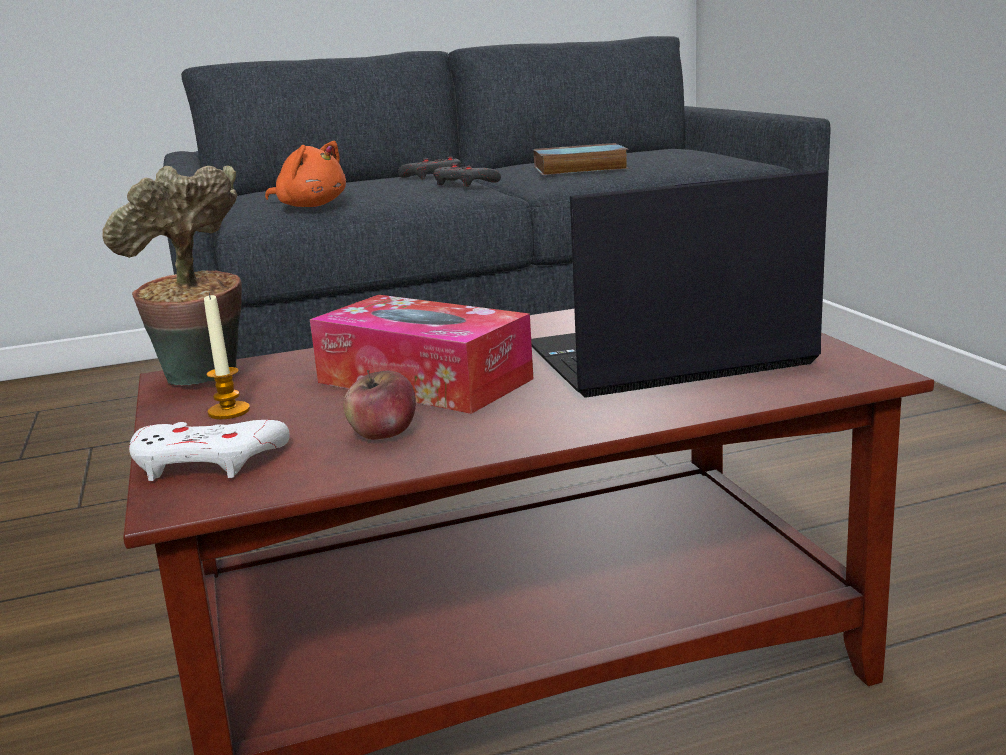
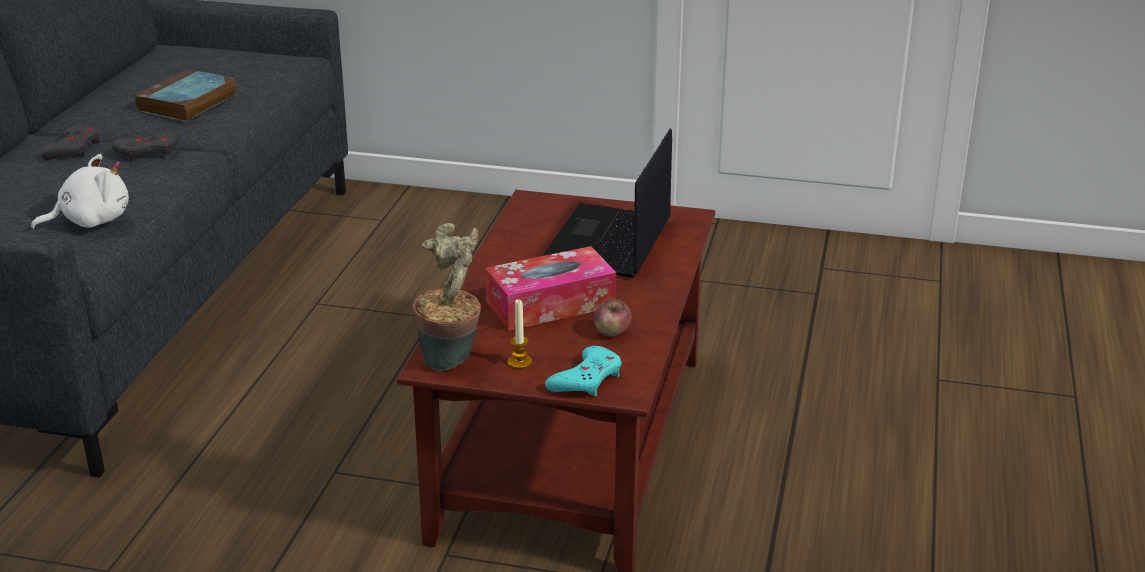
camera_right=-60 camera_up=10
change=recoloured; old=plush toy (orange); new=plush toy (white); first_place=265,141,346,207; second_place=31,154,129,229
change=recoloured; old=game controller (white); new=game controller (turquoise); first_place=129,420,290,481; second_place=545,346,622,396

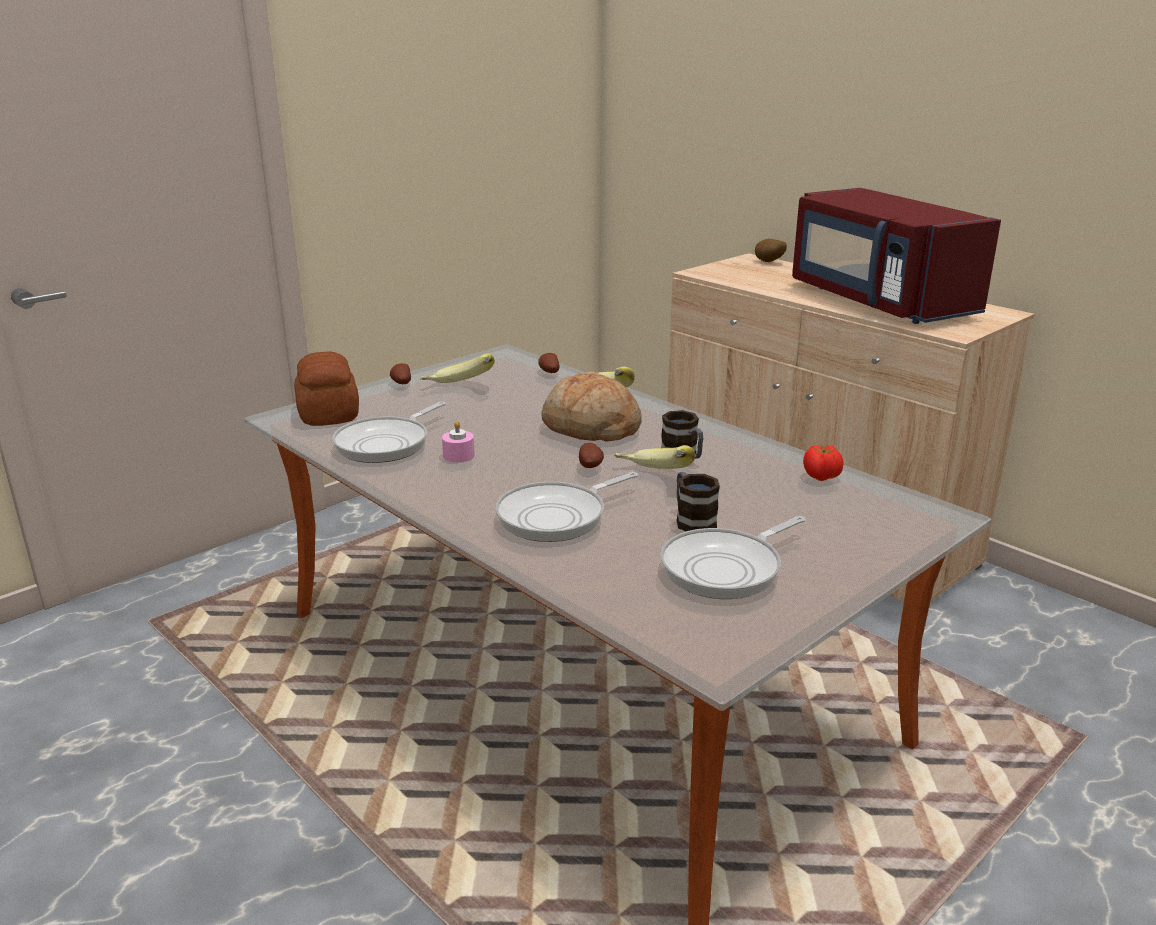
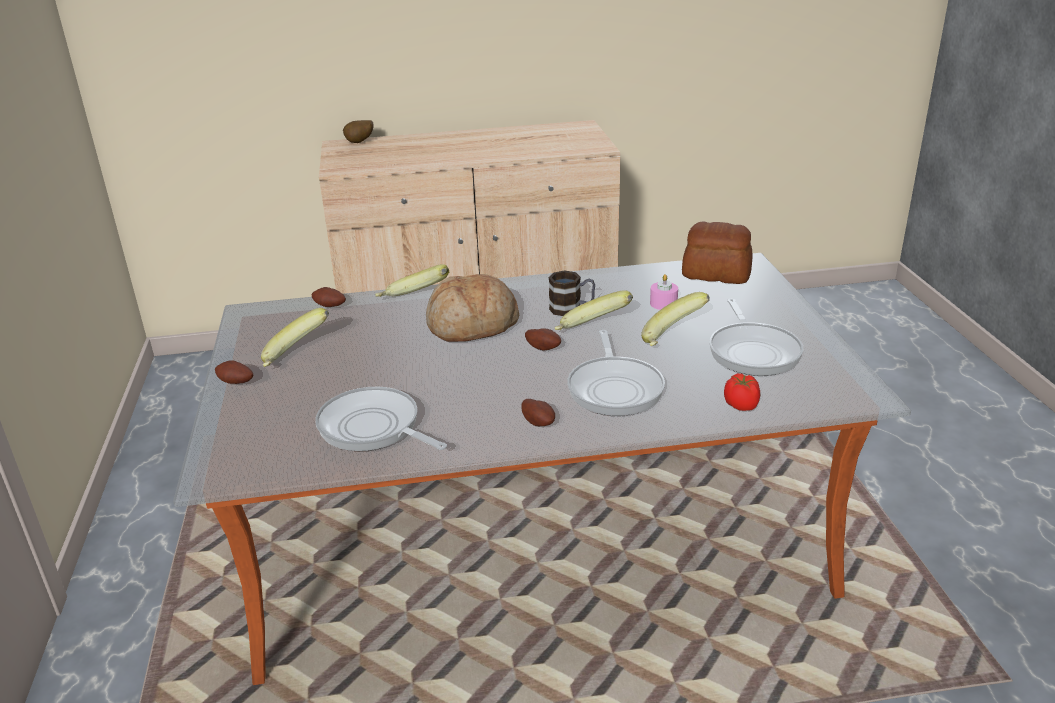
camera_right=-55 camera_up=5
change=removed; old=microwave (red); first_place=792,188,1001,324
change=moved; old=bread; first_place=294,351,359,426; second_place=682,221,753,284
change=turned; old=frying pan; first_place=332,401,446,463; second_place=315,387,447,451; degrees=150
change=moved; old=candle (pink); first_place=442,421,475,462; second_place=650,274,678,310
change=moved; old=tomato; first_place=803,444,844,481; second_place=724,373,760,411
change=replaced; old=mug; new=banana; first_place=677,472,720,531; second_place=641,292,710,346
change=added; new=potato; second_place=521,399,555,426

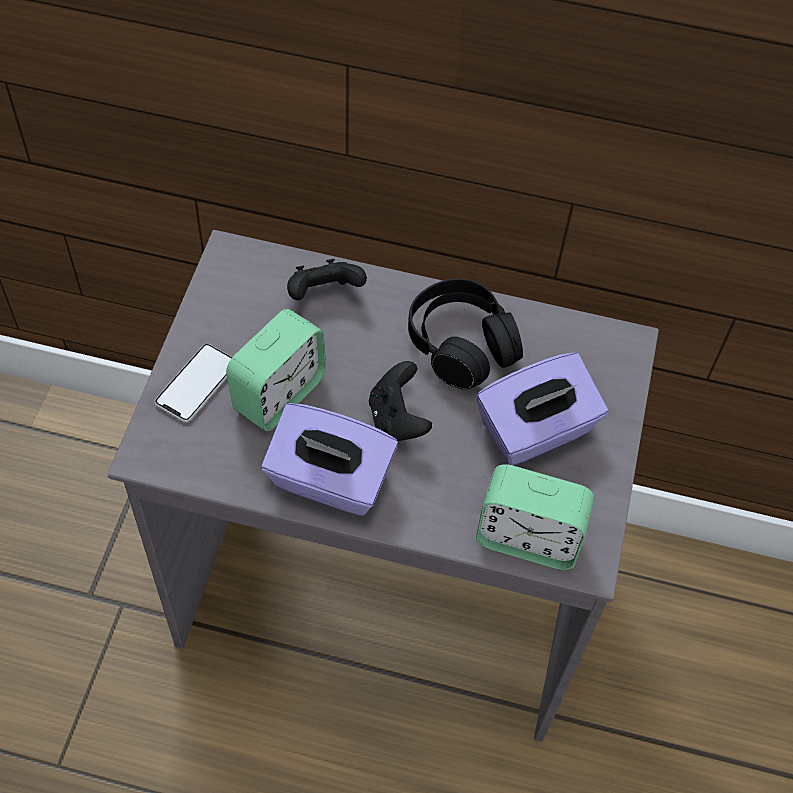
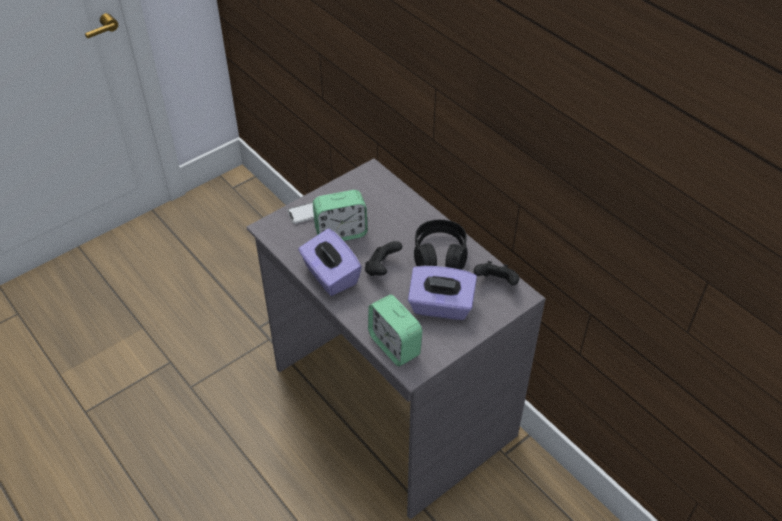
camera_right=40 camera_up=-10
change=moved; old=game controller (black); first_place=287,259,367,300; second_place=474,261,519,285

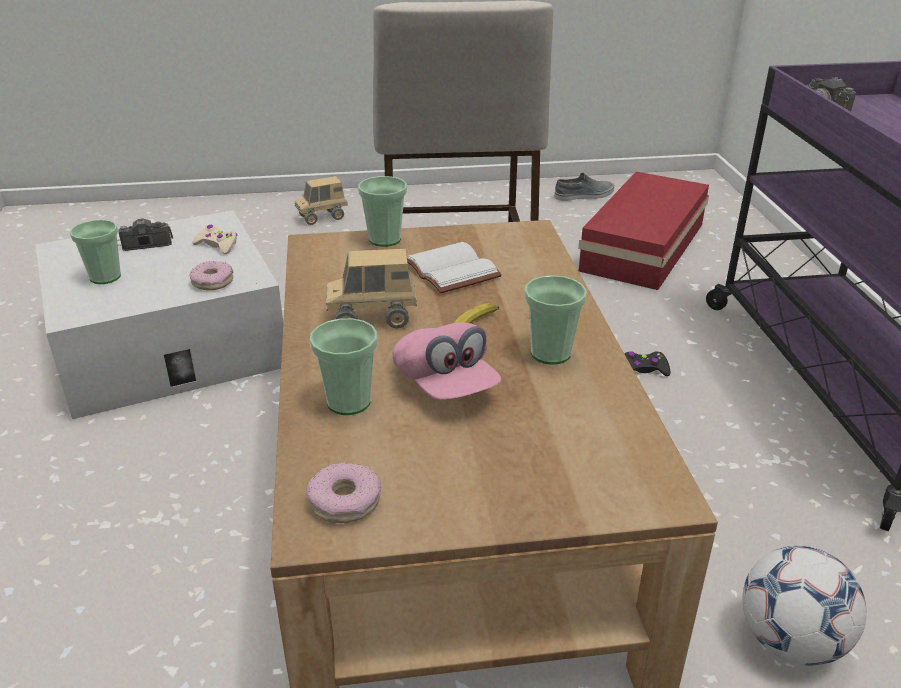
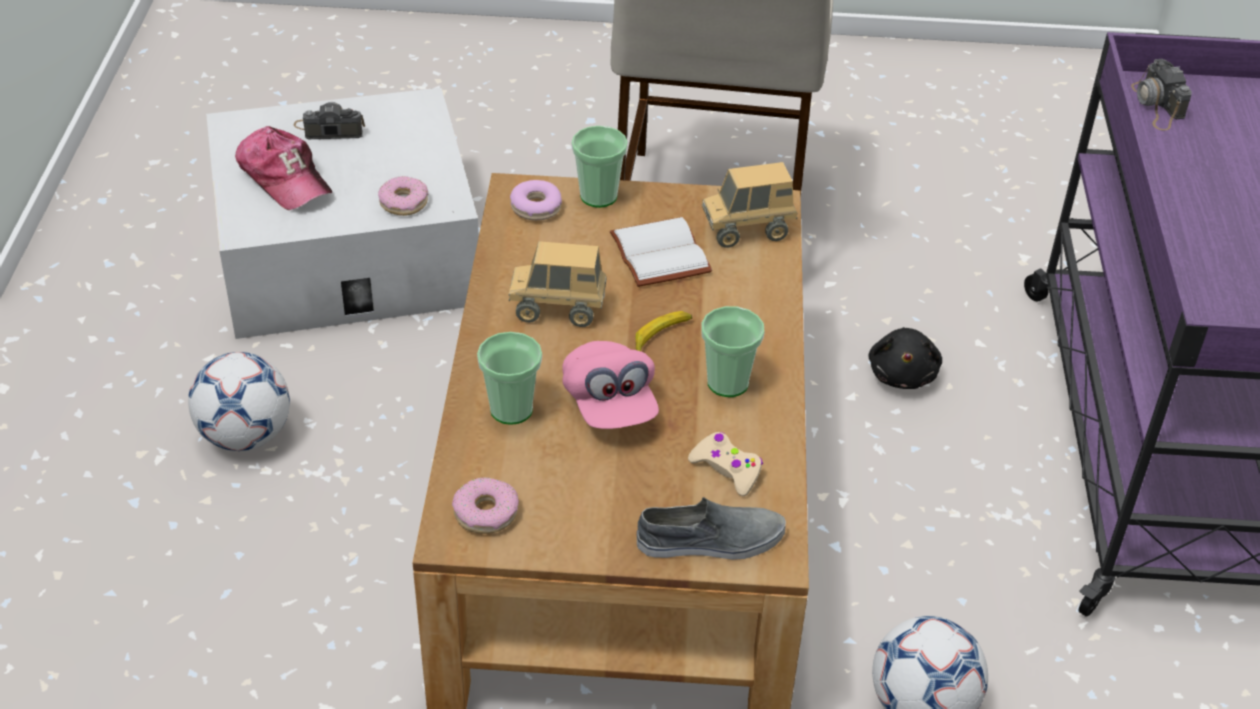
camera_right=10 camera_up=10
change=removed; old=storage box (red); first_place=578,172,709,290
change=moved; old=shoe (grey); first_place=555,173,614,201; second_place=637,497,786,560
change=moved; old=toy truck; first_place=295,176,348,225; second_place=702,162,797,248
change=replaced; old=cup; new=cap; first_place=70,220,121,284; second_place=235,126,332,210
change=moved; old=game controller (beige); first_place=192,225,238,254; second_place=688,432,763,496
change=replaced; old=game controller (black); new=plush toy (black); first_place=625,352,671,376; second_place=868,327,942,389
change=added; new=donut; second_place=510,180,562,221
change=added; new=football; second_place=188,352,290,451

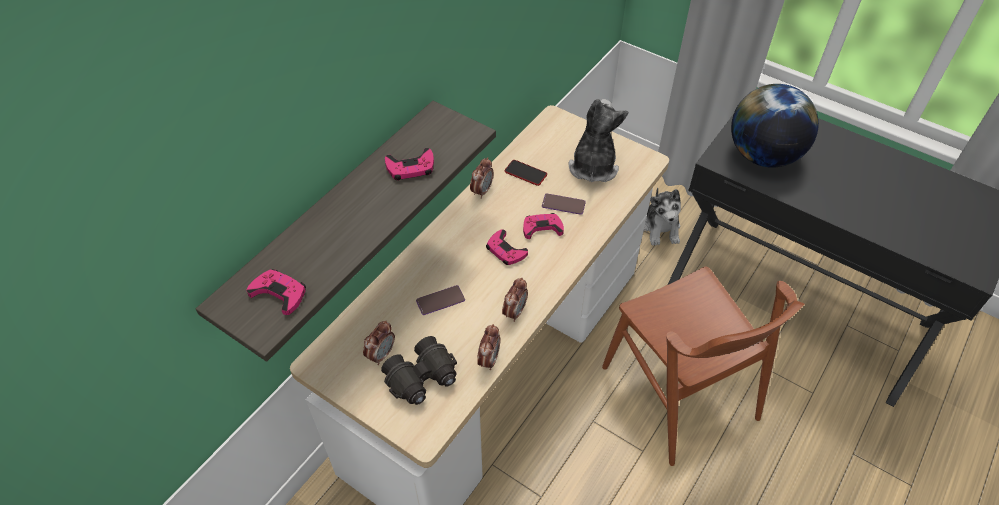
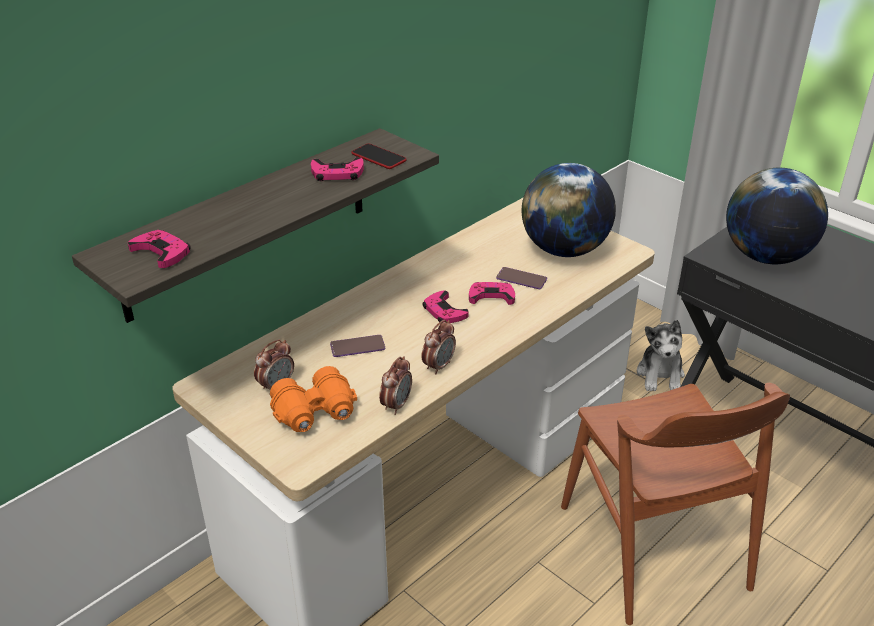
camera_right=10 camera_up=-15
change=replaced; old=plush toy; new=globe; first_place=569,99,629,182; second_place=522,163,616,257
change=removed; old=alarm clock; first_place=470,157,494,199
change=moved; old=phone; first_place=504,160,547,186; second_place=351,143,407,169
change=recoloured; old=binoculars (black); new=binoculars (orange); first_place=381,336,457,405; second_place=270,366,357,432

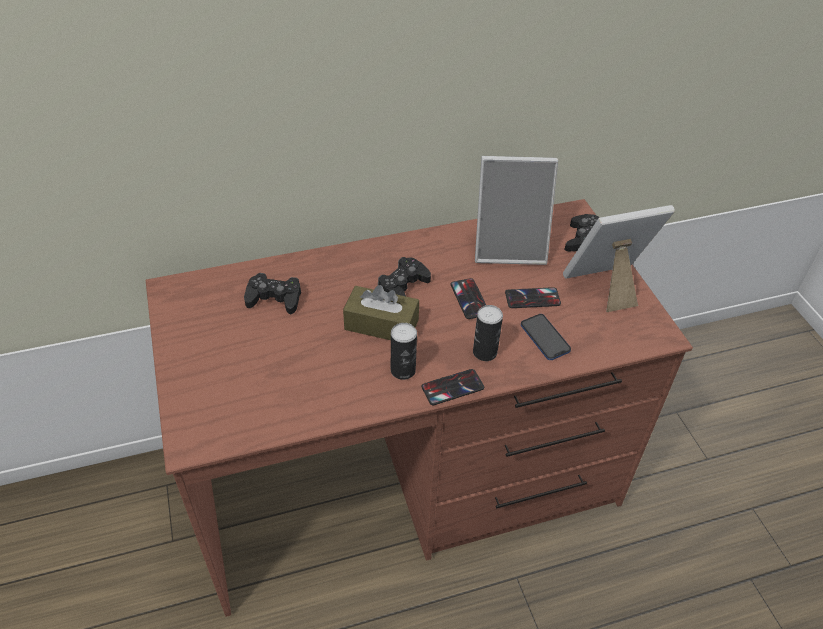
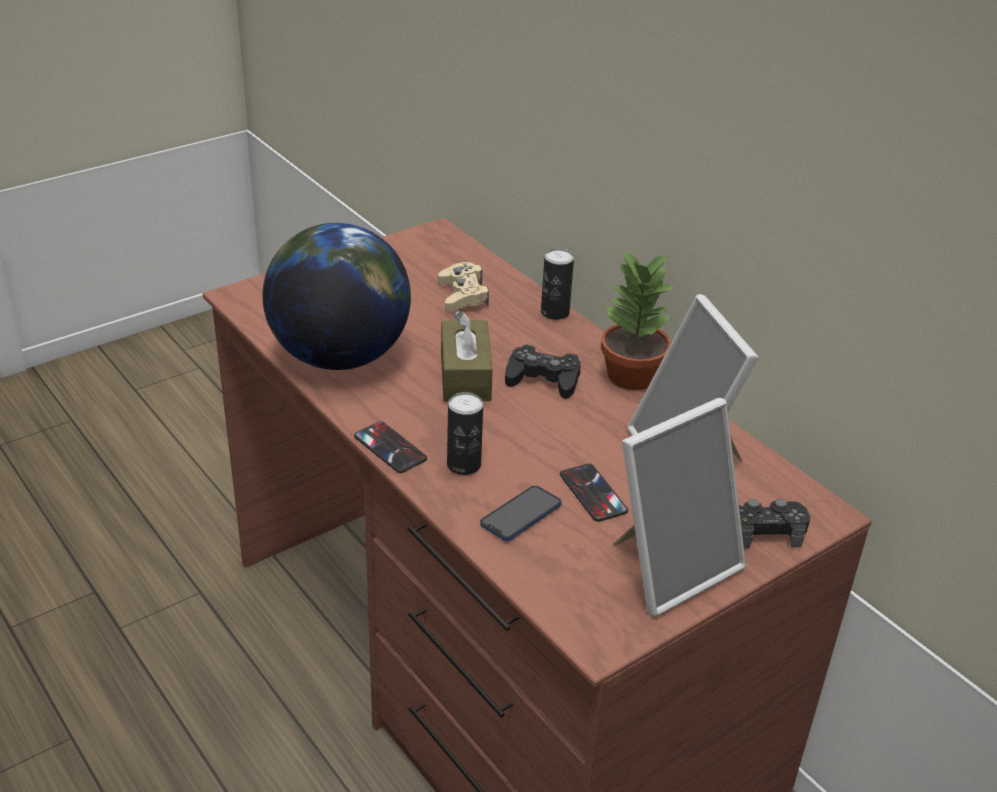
camera_right=70 camera_up=-10
change=turned; old=picture frame; first_place=563,205,675,312; second_place=613,398,746,617; degrees=90
change=recoloured; old=game controller (black); new=game controller (beige); first_place=244,273,301,314; second_place=438,262,489,312
change=removed; old=phone; first_place=450,278,486,319
change=moved; old=can; first_place=391,323,417,380; second_place=541,248,574,320
change=added; new=globe; second_place=263,223,411,370
change=added; new=potted plant; second_place=601,250,674,390

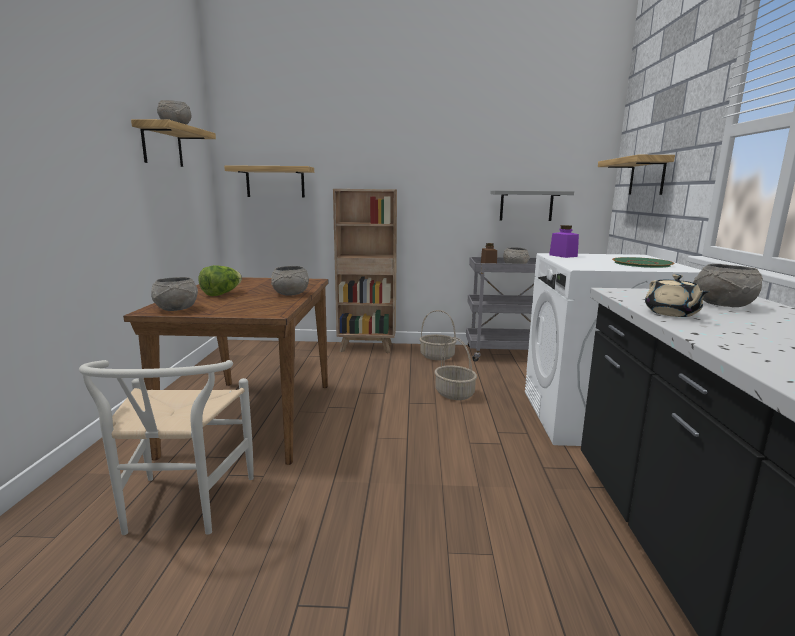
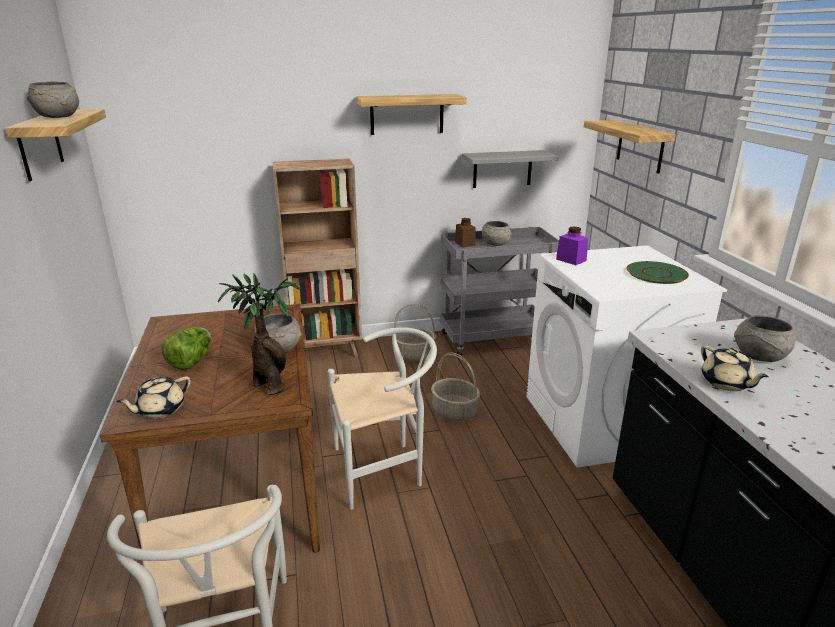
camera_right=-15 camera_up=10
change=moved; old=shelf; first_place=224,165,314,197; second_place=356,94,467,135
change=replaced; old=bowl (grey); new=teapot (beige); first_place=151,277,198,311; second_place=117,376,191,419
change=added; new=potted plant; second_place=218,274,301,395
change=added; new=chair (white); second_place=328,327,437,510

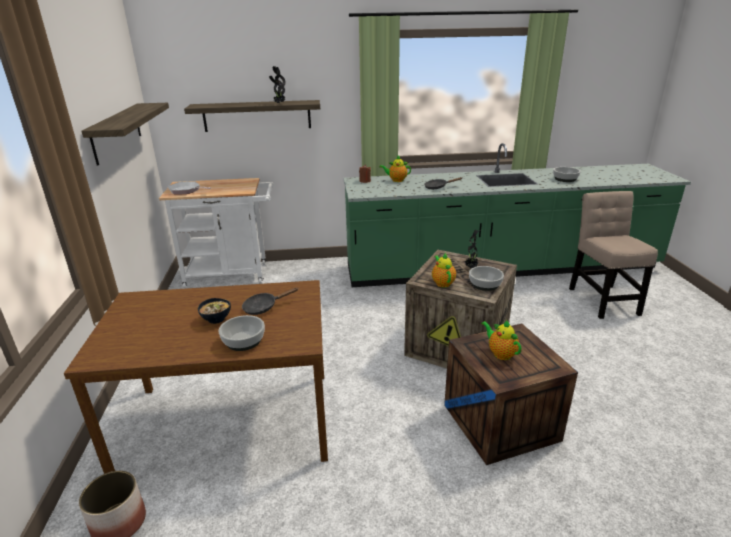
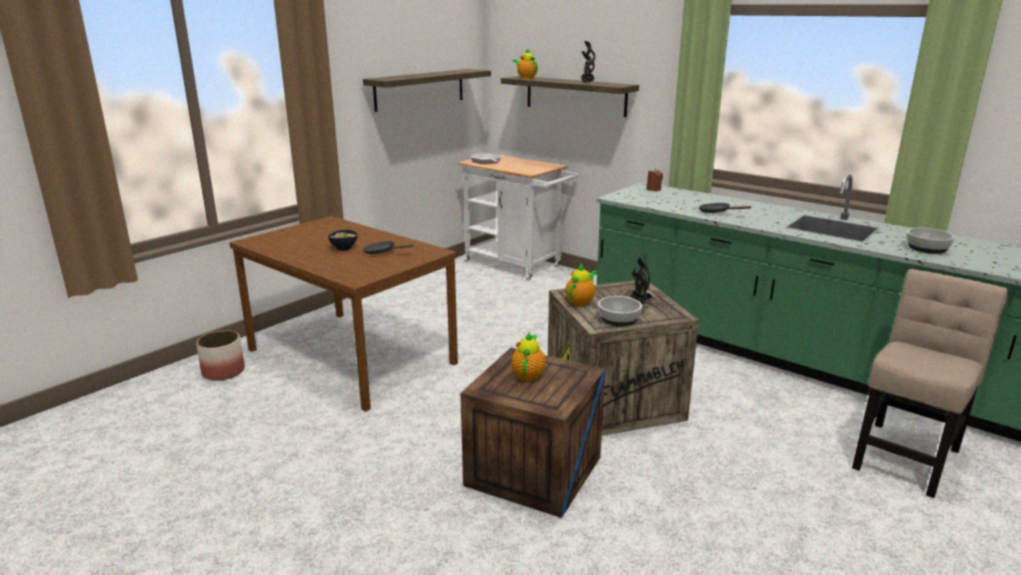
camera_right=45 camera_up=-5
change=moved; old=teapot; first_place=379,156,411,182; second_place=513,48,538,79
change=removed; old=bowl; first_place=219,315,265,351

